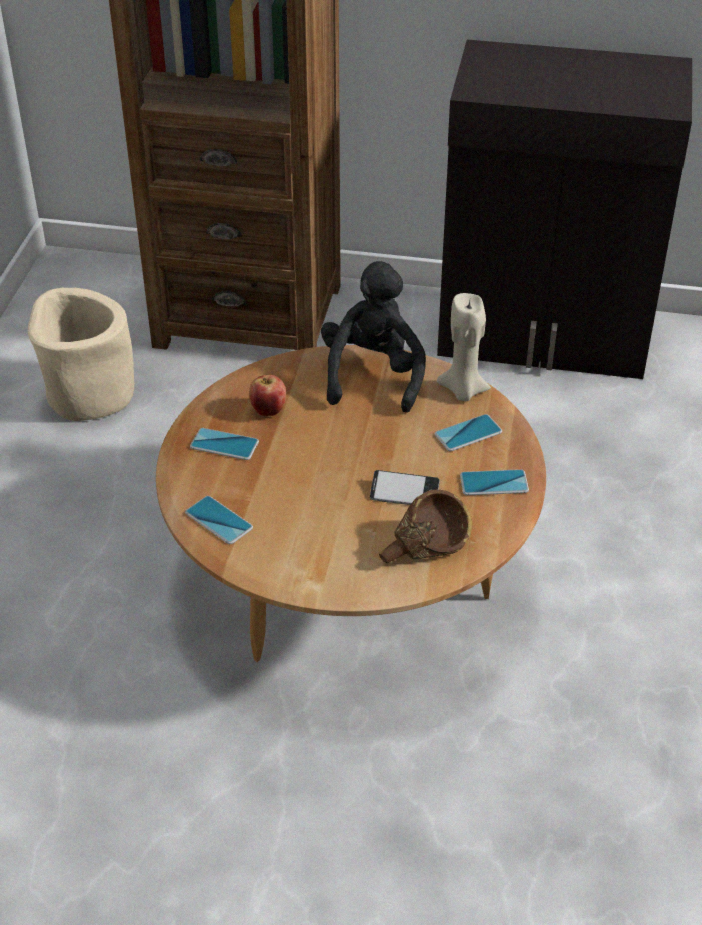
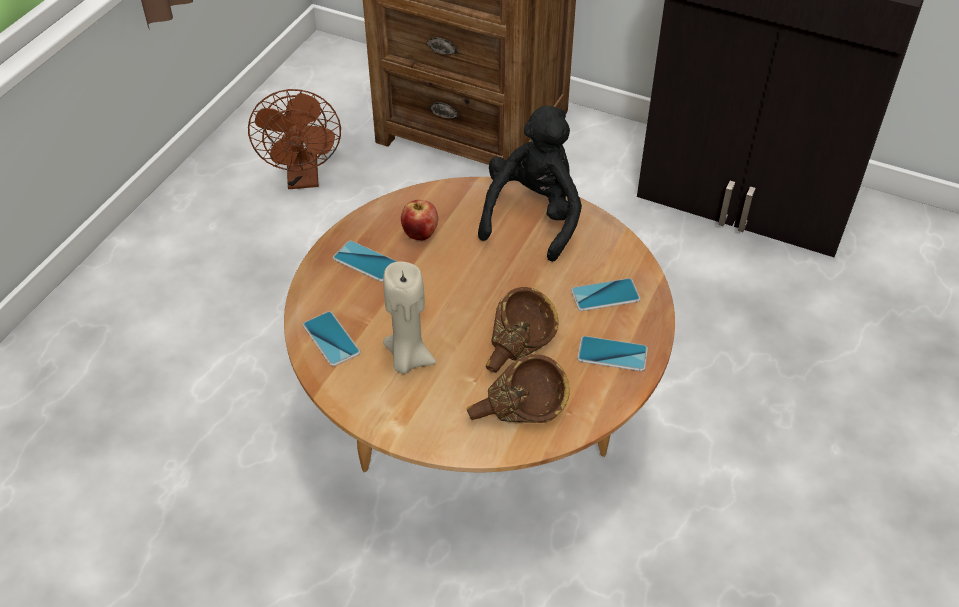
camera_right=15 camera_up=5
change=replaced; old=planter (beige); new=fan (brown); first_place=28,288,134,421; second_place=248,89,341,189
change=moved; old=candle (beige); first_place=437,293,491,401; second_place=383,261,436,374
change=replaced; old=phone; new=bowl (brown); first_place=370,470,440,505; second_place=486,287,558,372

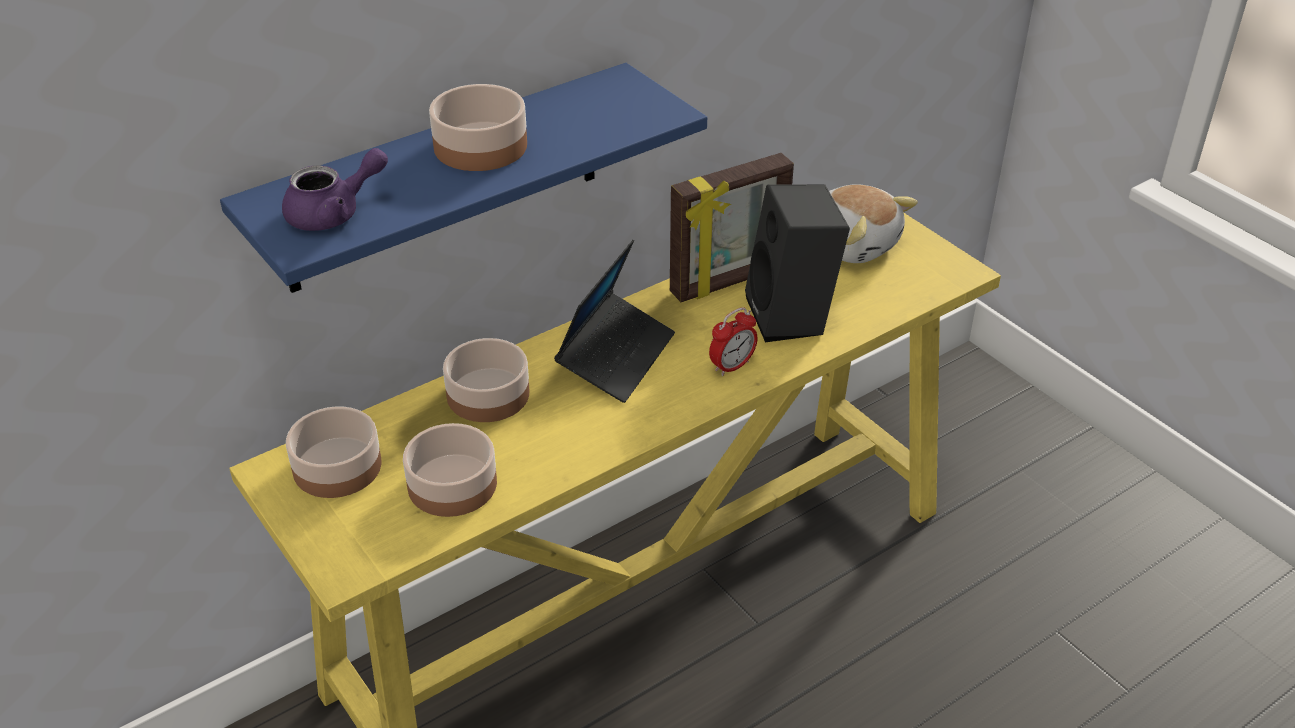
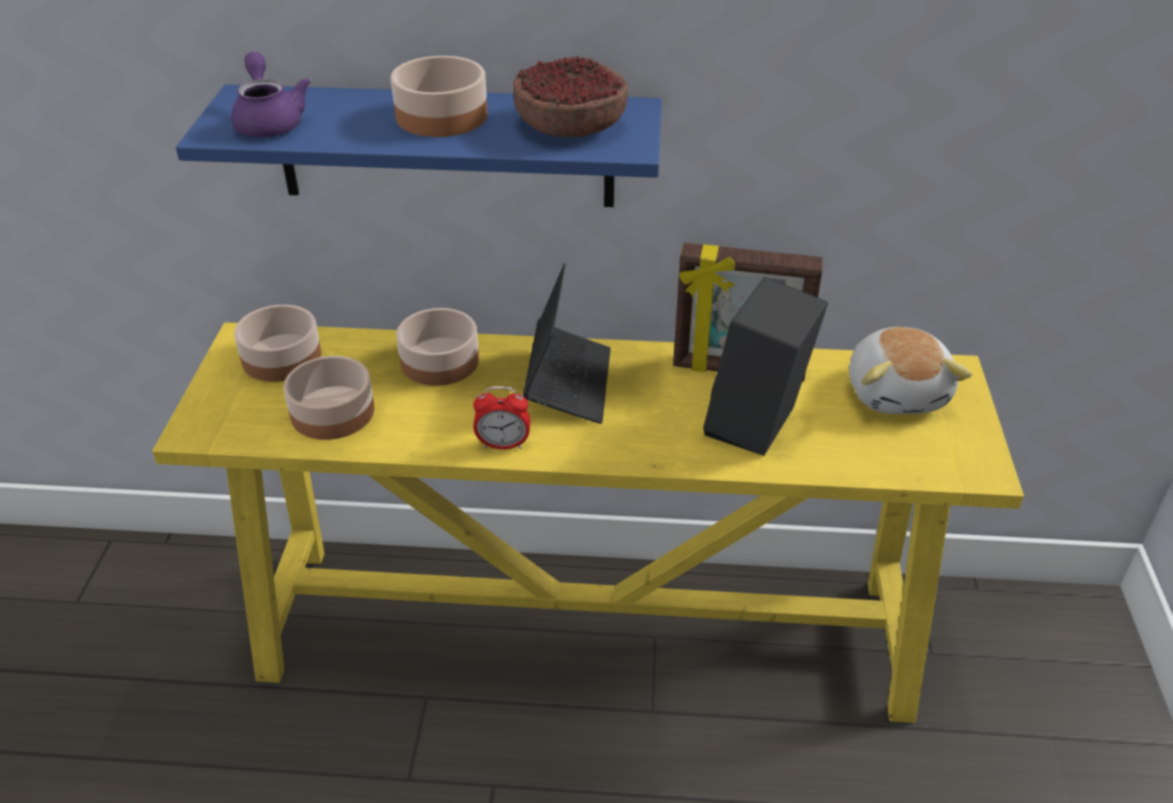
camera_right=40 camera_up=0
change=turned; old=teapot (purple); first_place=282,148,388,231; second_place=231,52,311,137; degrees=-120
change=turned; old=laptop; first_place=554,240,675,403; second_place=523,263,611,424; degrees=-60
change=moved; old=alarm clock; first_place=709,307,757,376; second_place=473,386,530,449
change=added; new=bowl; second_place=513,56,628,138

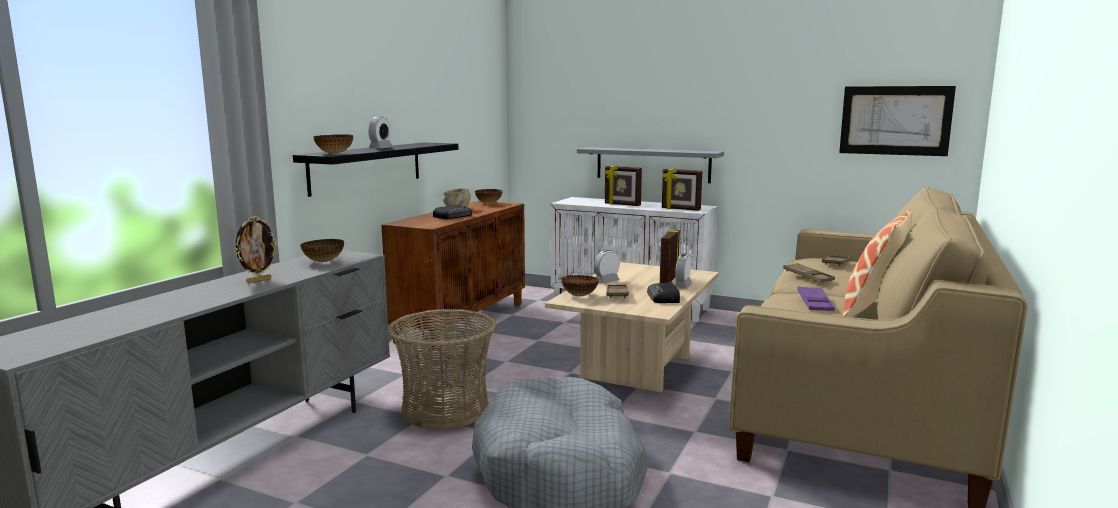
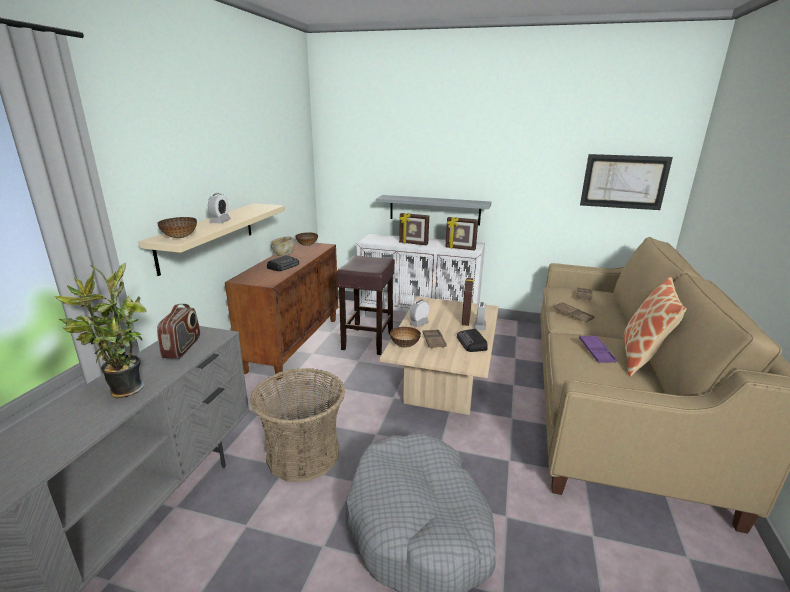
camera_right=-10 camera_up=10
change=recoloured; old=shelf (black); new=shelf (beige); first_place=293,142,458,197; second_place=138,203,285,276
change=replaced; old=picture frame; new=potted plant; first_place=234,216,278,283; second_place=54,264,147,398
change=replaced; old=bowl; new=radio; first_place=300,239,344,262; second_place=157,304,200,359
change=added; new=stool (brown); second_place=337,255,395,355

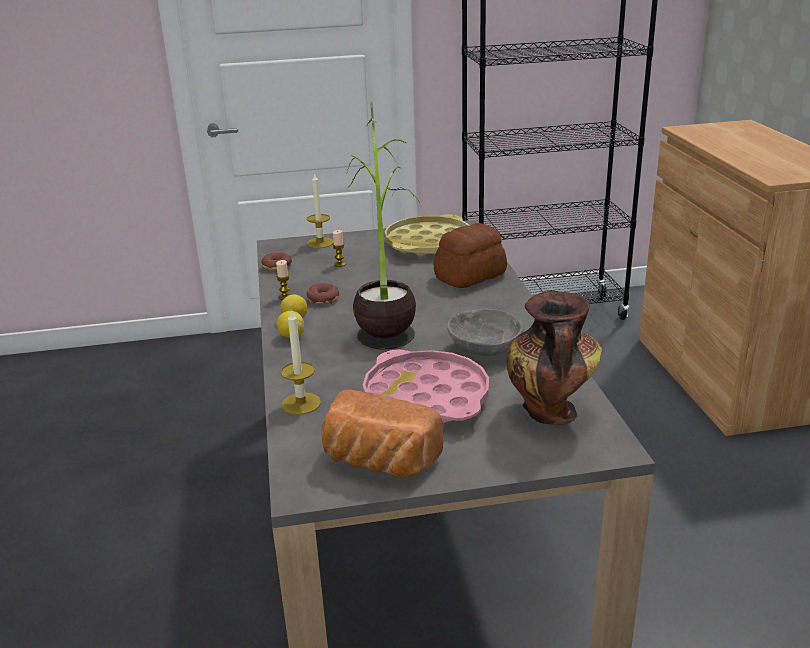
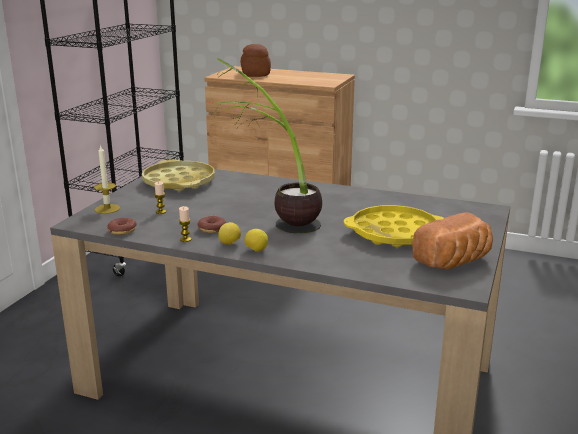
camera_right=-60 camera_up=-5
change=moved; old=bread; first_place=434,223,507,288; second_place=241,44,271,77
change=removed; old=vase; first_place=506,290,602,425
change=removed; old=bowl (grey); first_place=447,309,524,356
change=removed; old=candle; first_place=281,310,321,415
change=recoloured; old=tray (pink); new=tray (yellow); first_place=363,349,489,423; second_place=344,205,444,247

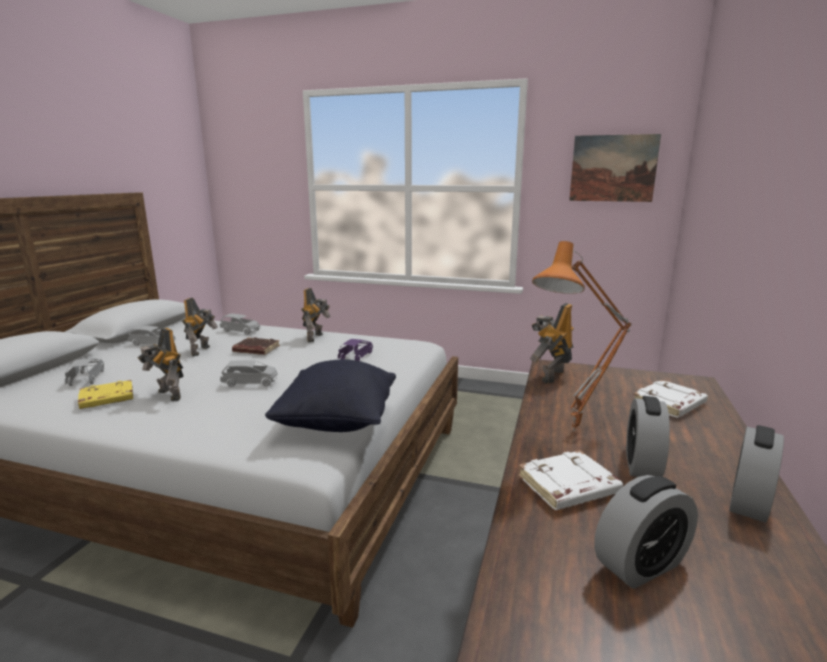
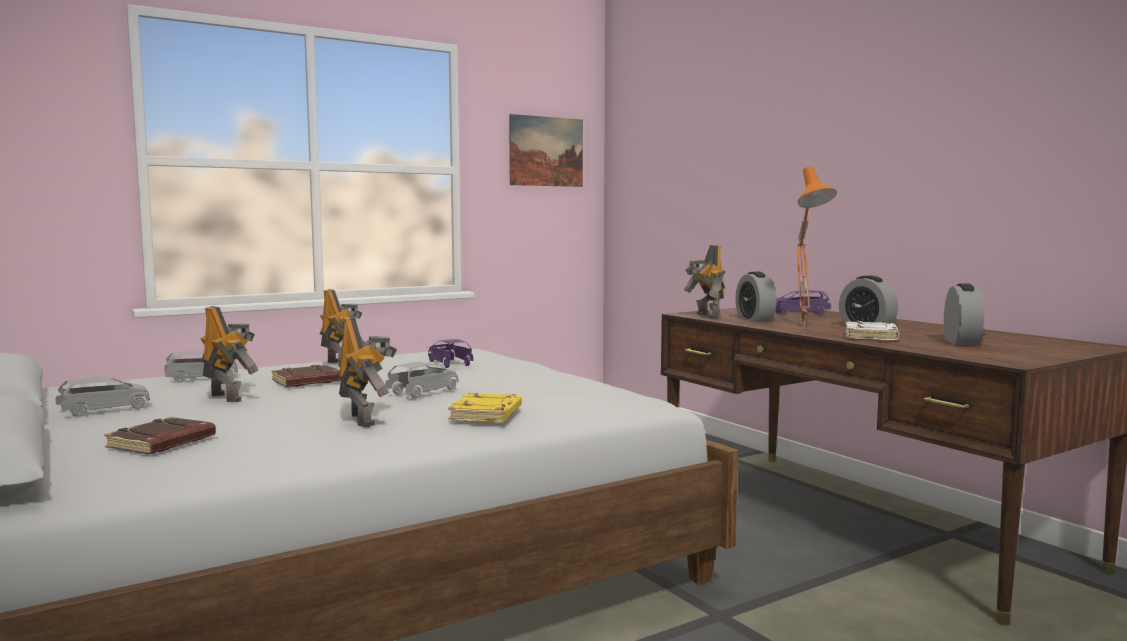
camera_right=-50 camera_up=-10
change=turned; old=toy robot; first_place=137,328,184,401; second_place=338,316,397,427; degrees=-105
change=replaced; old=toy car (grey); new=book (brown); first_place=65,358,104,386; second_place=104,417,216,454
change=removed; old=pillow (black); first_place=265,359,396,432
change=moved; old=book (yellow); first_place=78,380,133,409; second_place=448,393,522,422
change=replaced; old=book (white); new=toy car (purple); first_place=633,380,708,418; second_place=775,290,831,315
change=moved; old=alarm clock; first_place=729,425,784,523; second_place=735,272,777,322

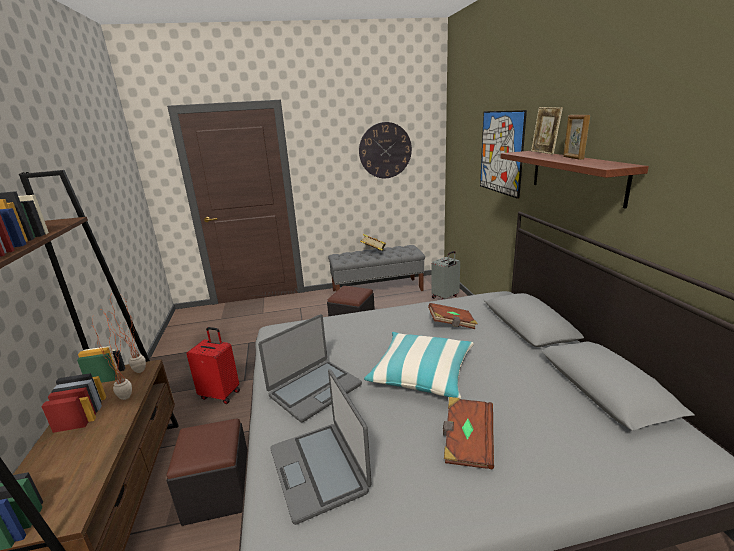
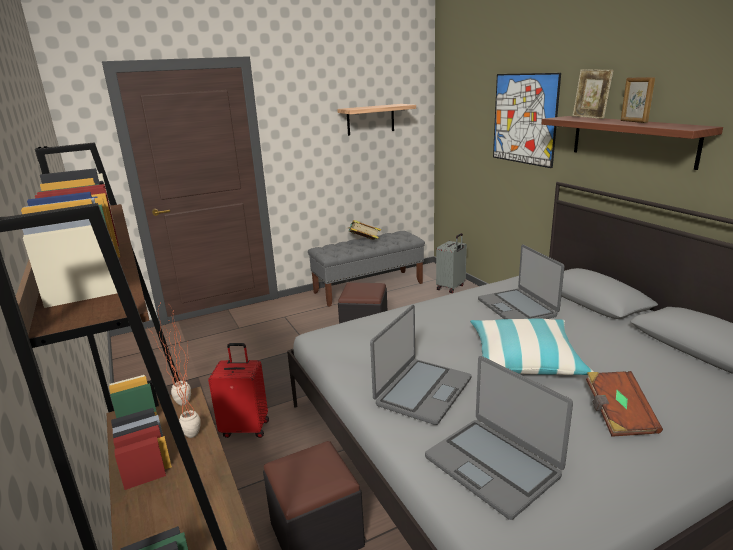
camera_right=-15 camera_up=0
change=replaced; old=wall clock; new=shelf; first_place=359,122,412,178; second_place=337,104,416,136
change=replaced; old=book (brown); new=laptop; first_place=428,303,478,329; second_place=478,245,564,319

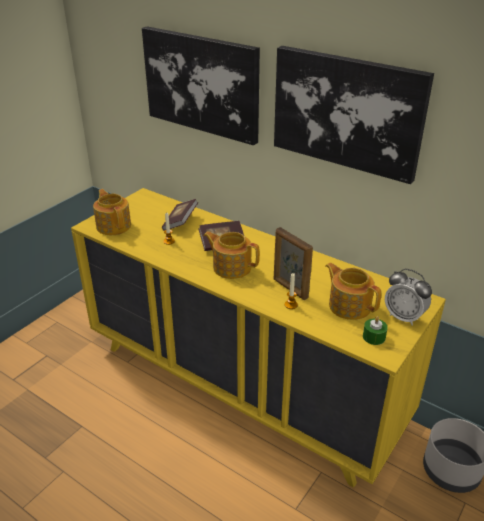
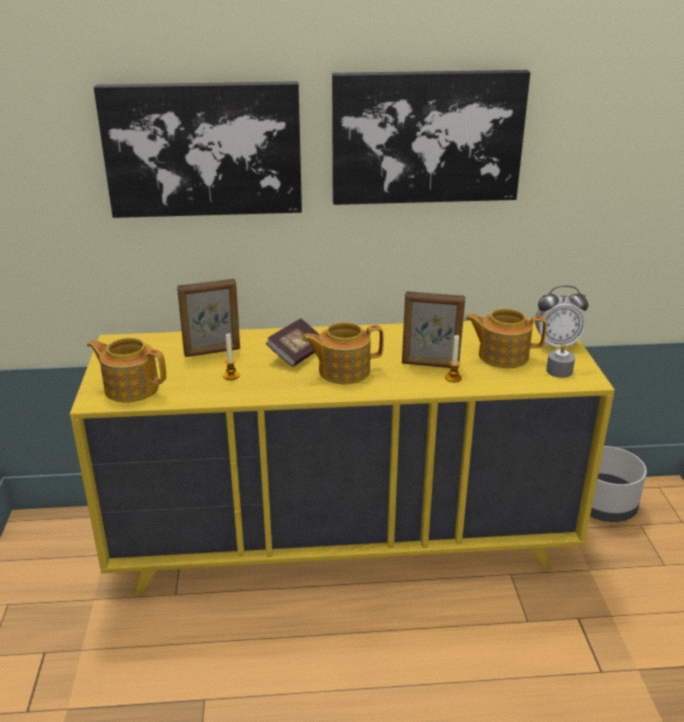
camera_right=-40 camera_up=-5
change=replaced; old=book; new=picture frame; first_place=162,199,198,231; second_place=177,279,240,357
change=recoloured; old=candle (green); new=candle (grey); first_place=363,316,388,345; second_place=546,343,575,378

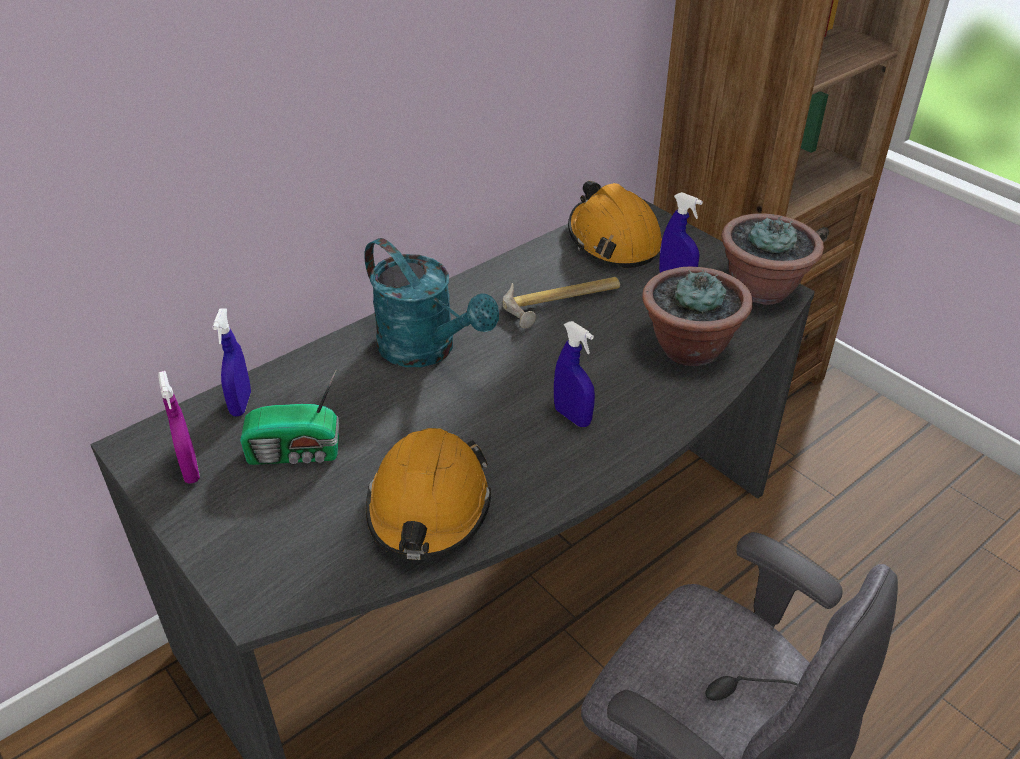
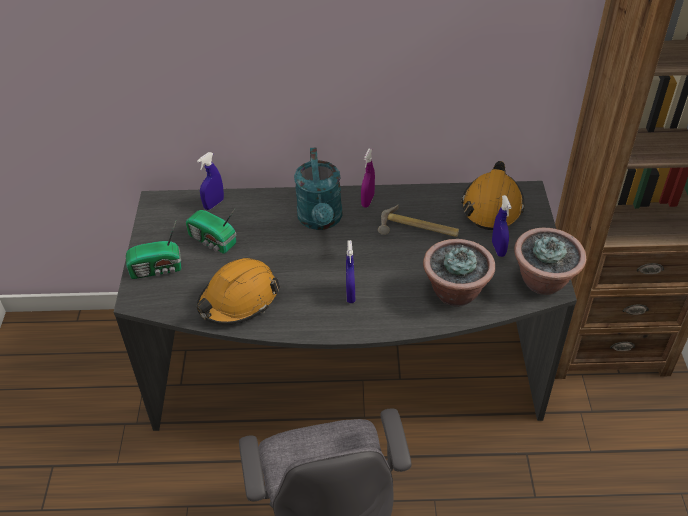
camera_right=40 camera_up=5
change=moved; old=spray bottle (purple); first_place=158,371,200,484; second_place=361,148,375,207
change=added; new=radio; second_place=126,221,181,279

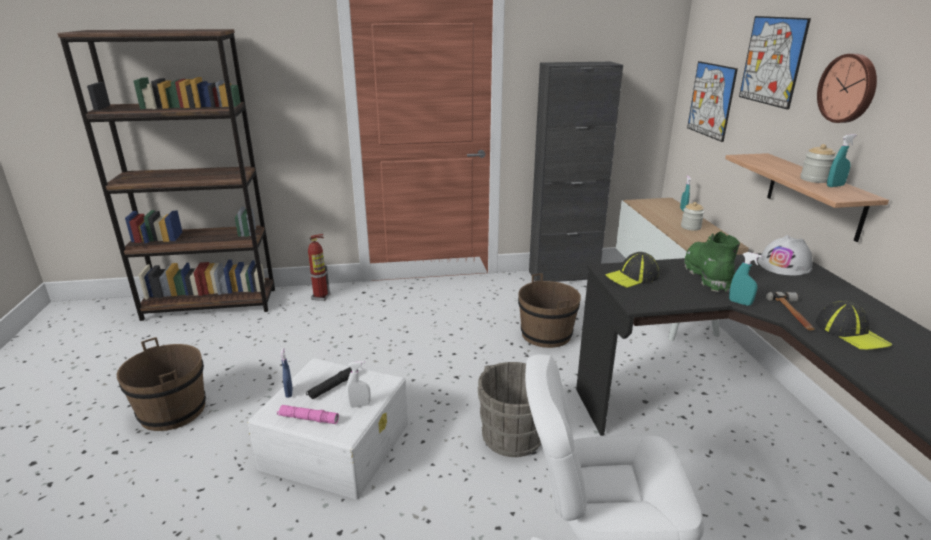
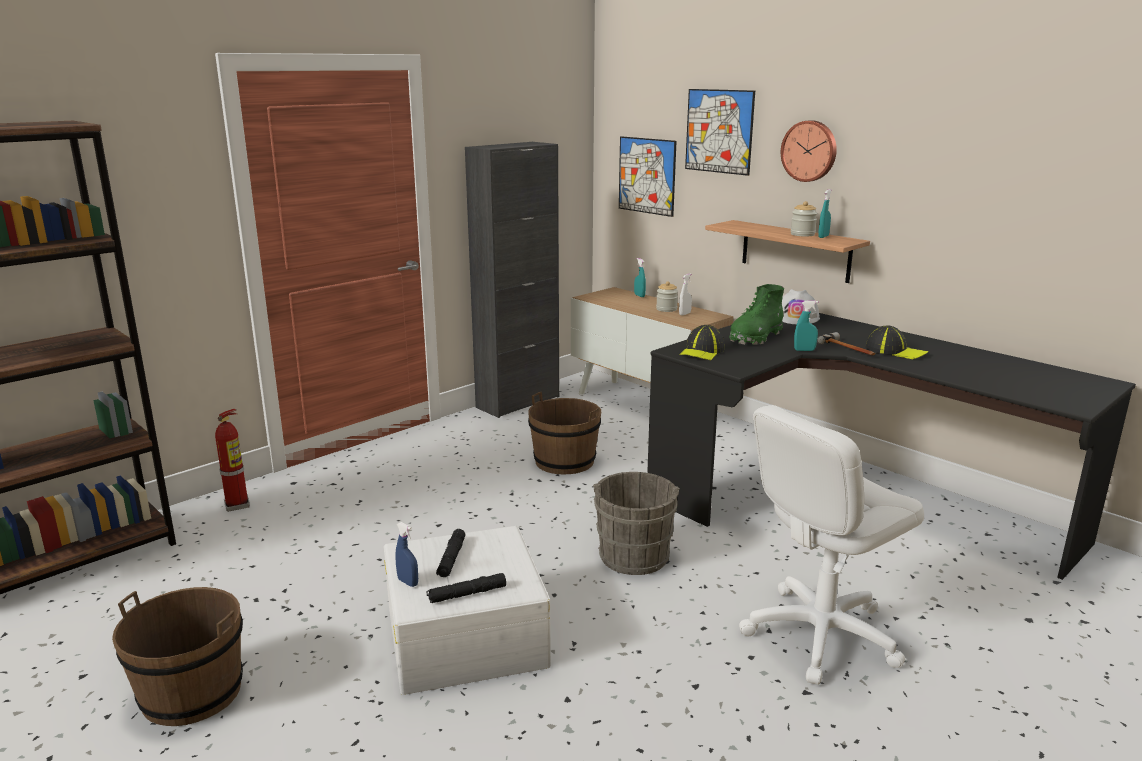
camera_right=-35 camera_up=-5
change=turned; old=boot (green); first_place=684,232,740,292; second_place=729,284,784,345; degrees=-105
change=moved; old=spray bottle (white); first_place=346,361,371,408; second_place=679,273,692,316
change=recoloured; old=flashlight (pink); new=flashlight (black); first_place=277,405,339,424; second_place=427,573,506,603

